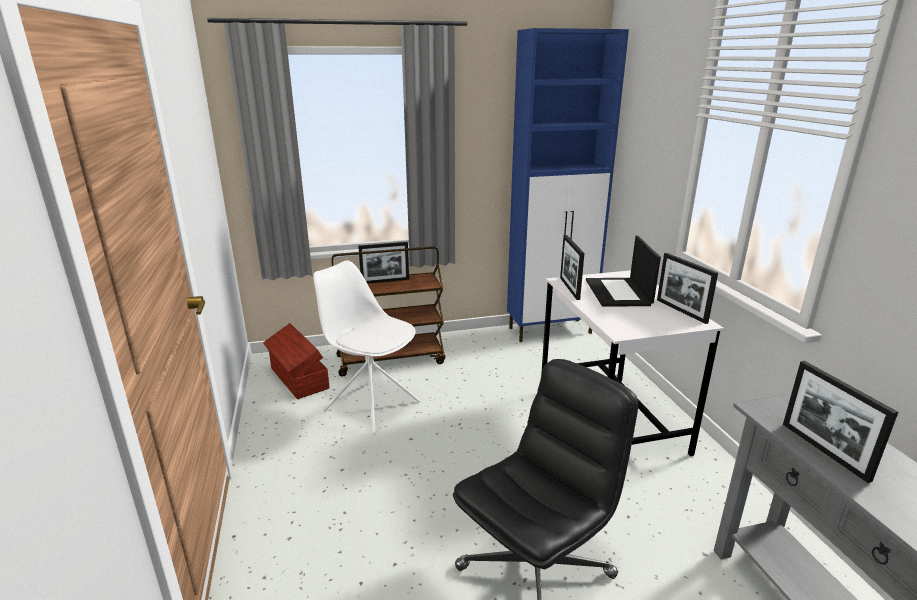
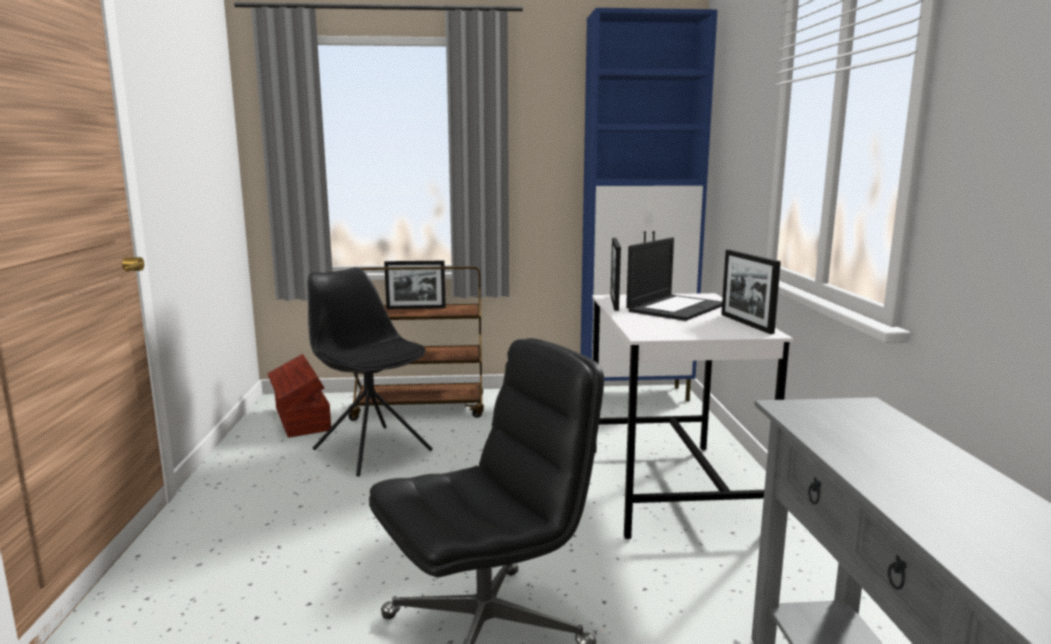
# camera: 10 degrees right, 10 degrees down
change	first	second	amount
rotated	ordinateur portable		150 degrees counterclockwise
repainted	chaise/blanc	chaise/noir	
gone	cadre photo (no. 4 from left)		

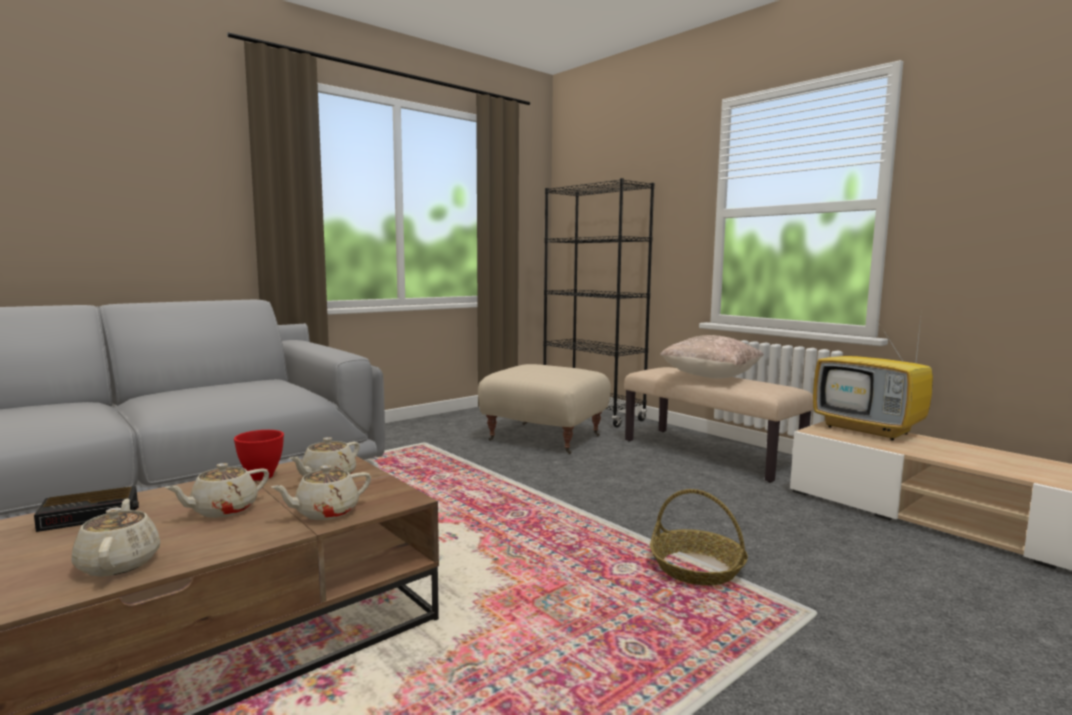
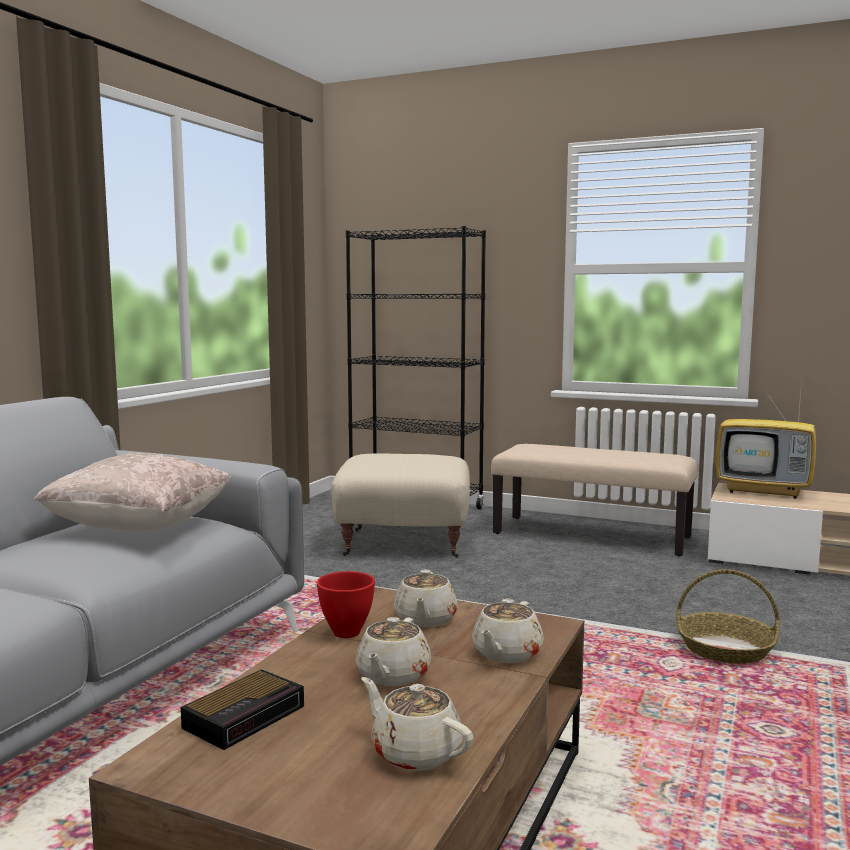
# camera: 25 degrees left, 0 degrees up
change	first	second	amount
shifted	coussin/beige		

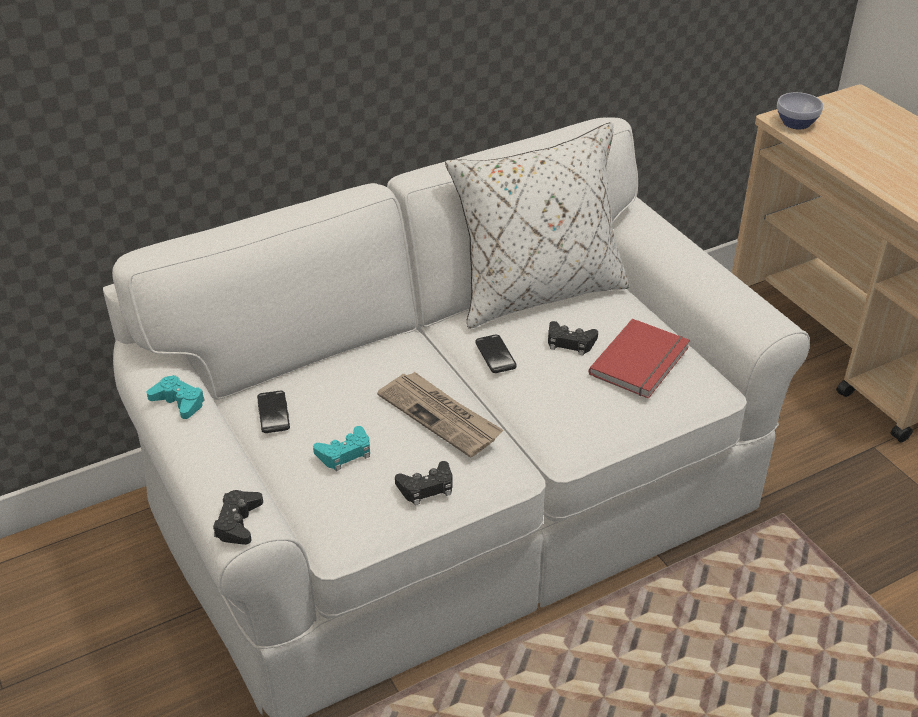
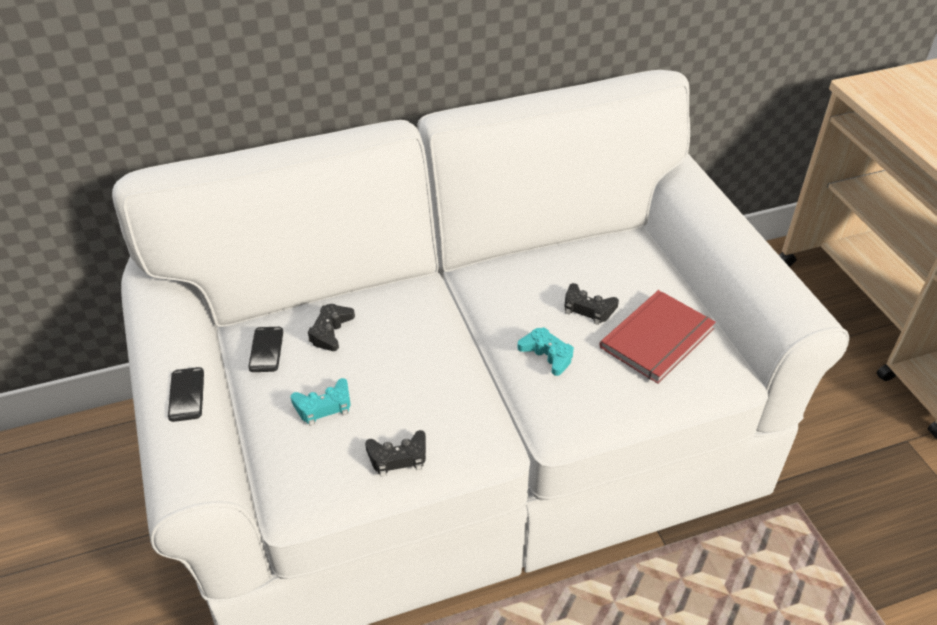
# camera: 10 degrees right, 5 degrees up
change	first	second	amount
gone	bol		
gone	coussin/blanc		
shifted	téléphone (no. 2 from left in the first image)	téléphone (no. 1 from left)	
gone	journal		
shifted	manette/turquoise (no. 1 from left in the first image)	manette/turquoise (no. 2 from left)	
shifted	manette/noir (no. 1 from left)		

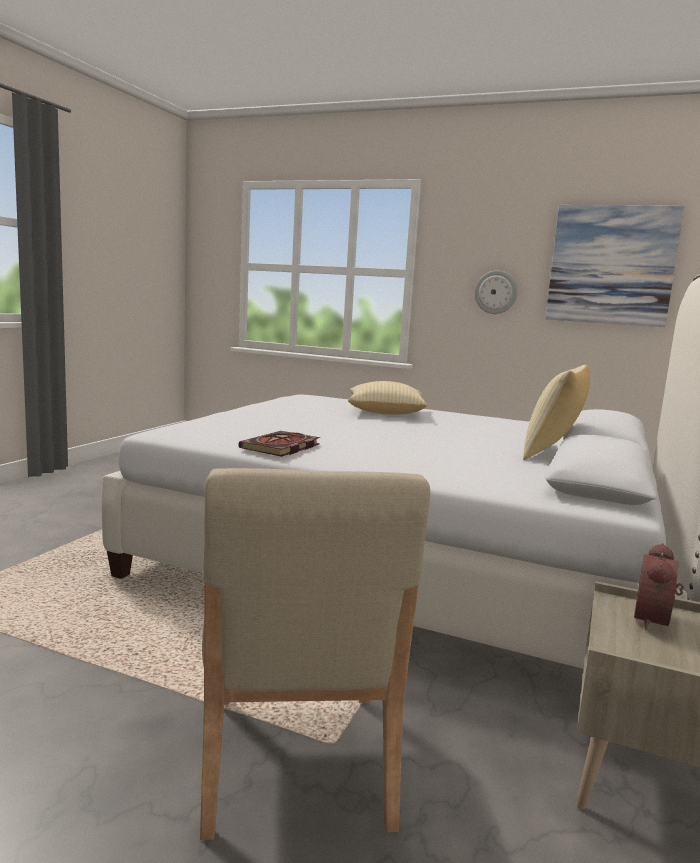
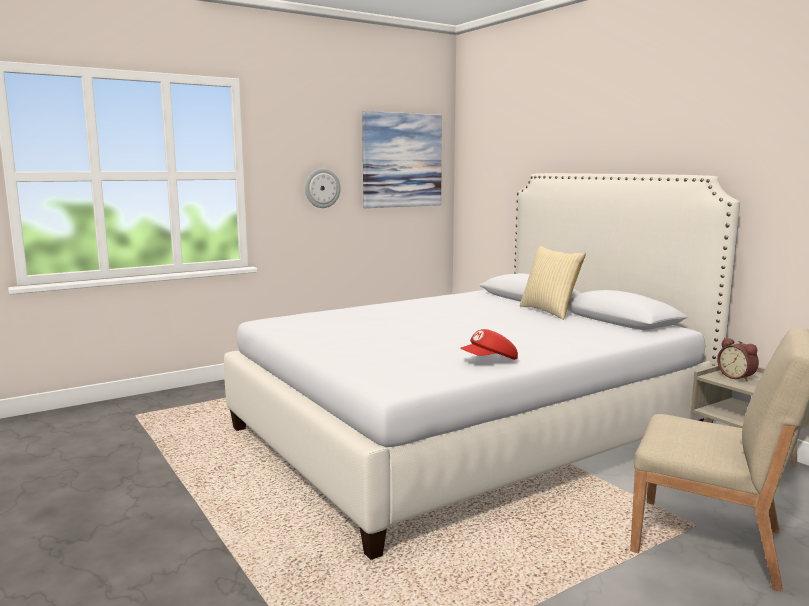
# camera: 55 degrees left, 0 degrees up
change	first	second	amount
gone	coussin (no. 1 from left)		
swapped	livre	casquette/rouge	

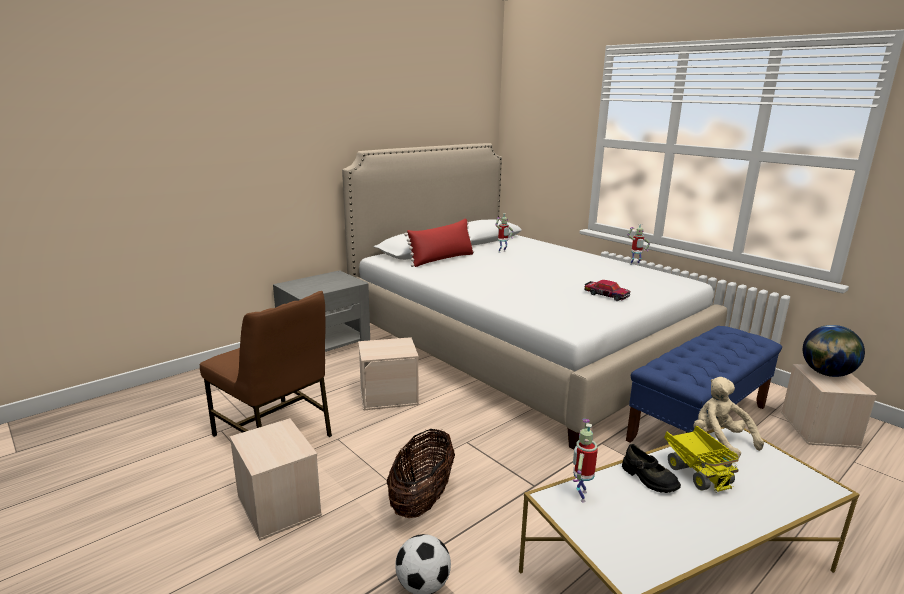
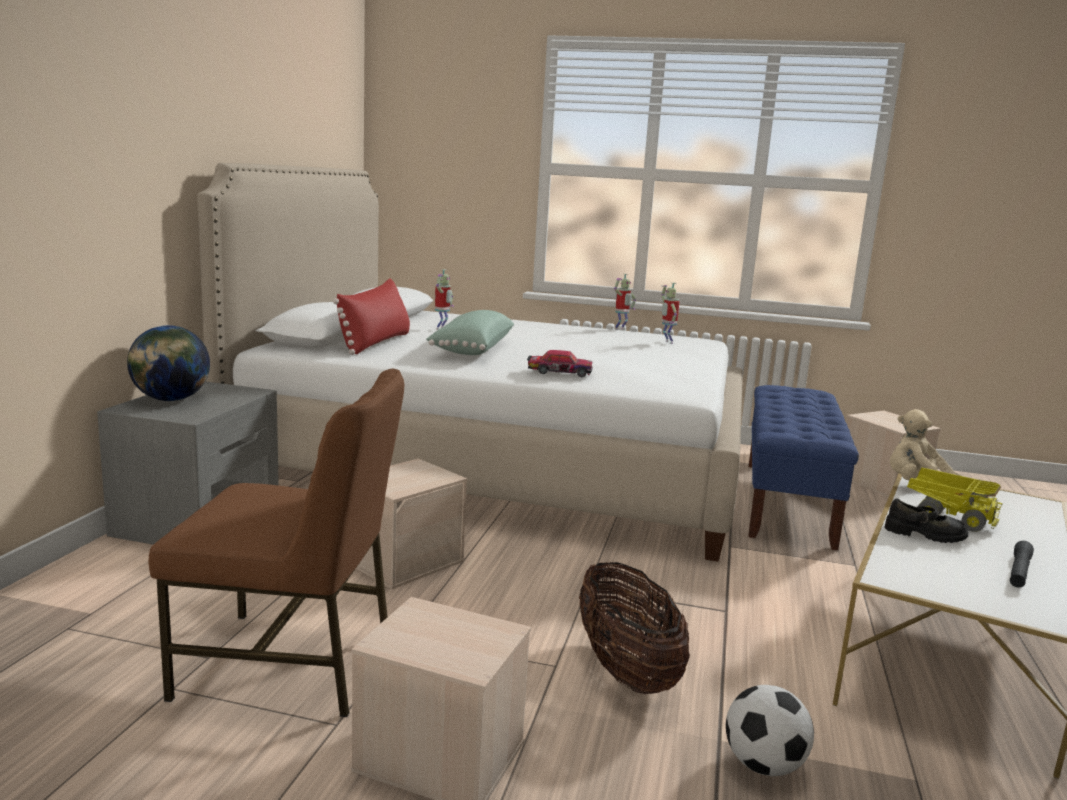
# camera: 35 degrees left, 5 degrees down
change	first	second	amount
shifted	petite voiture		
shifted	globe		
shifted	robot jouet (no. 2 from left in the first image)	robot jouet (no. 3 from left)	
new		coussin/vert	
new		lampe de poche/noir	

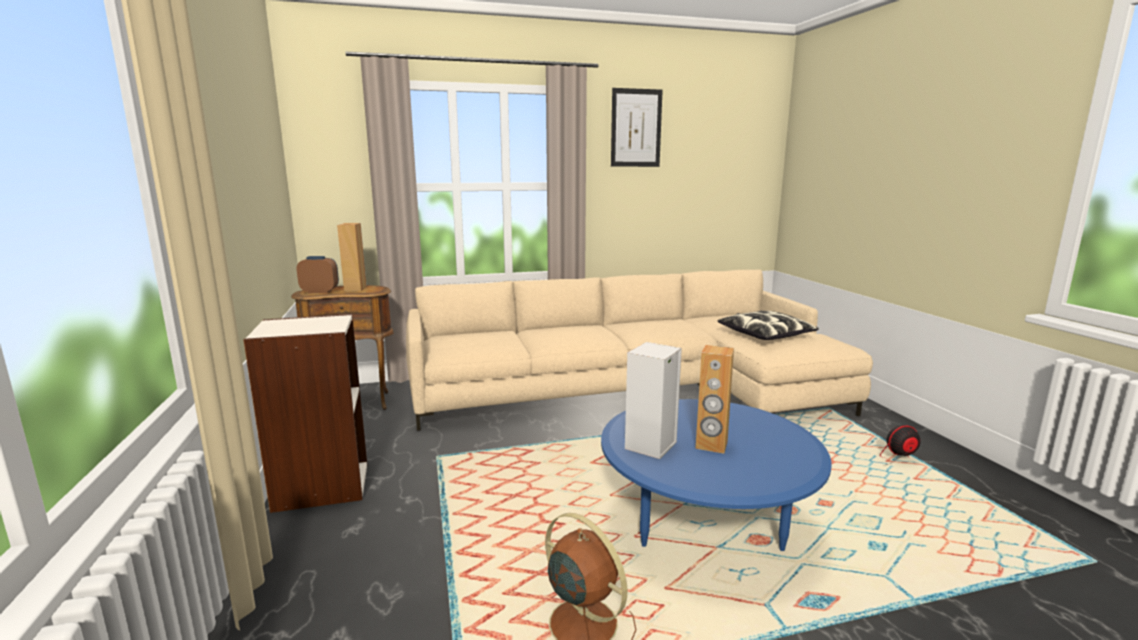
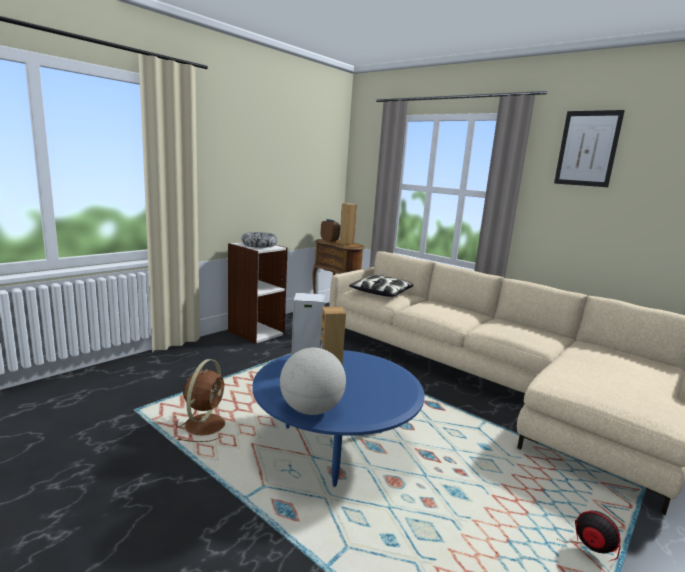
# camera: 55 degrees right, 0 degrees up
change	first	second	amount
shifted	coussin		
new		bol	
new		globe	

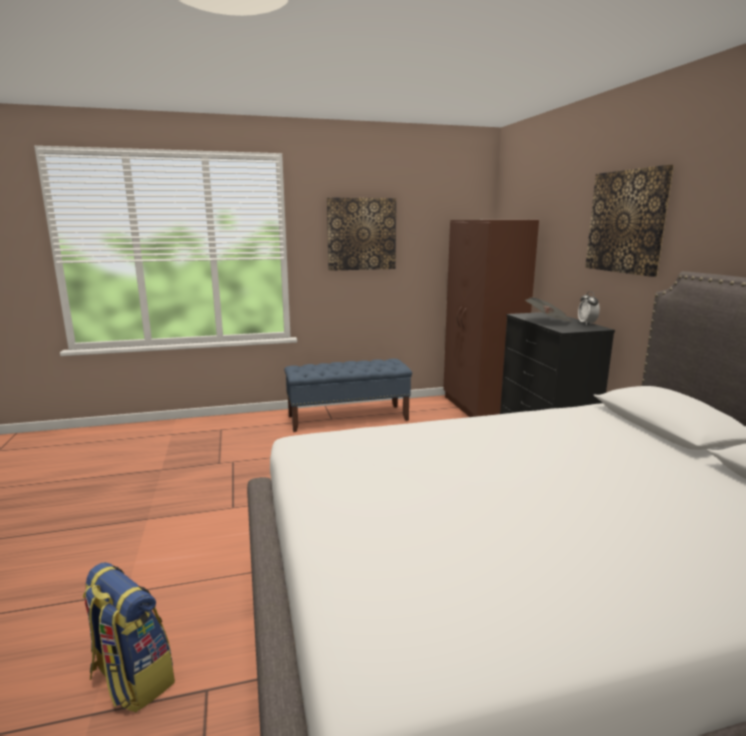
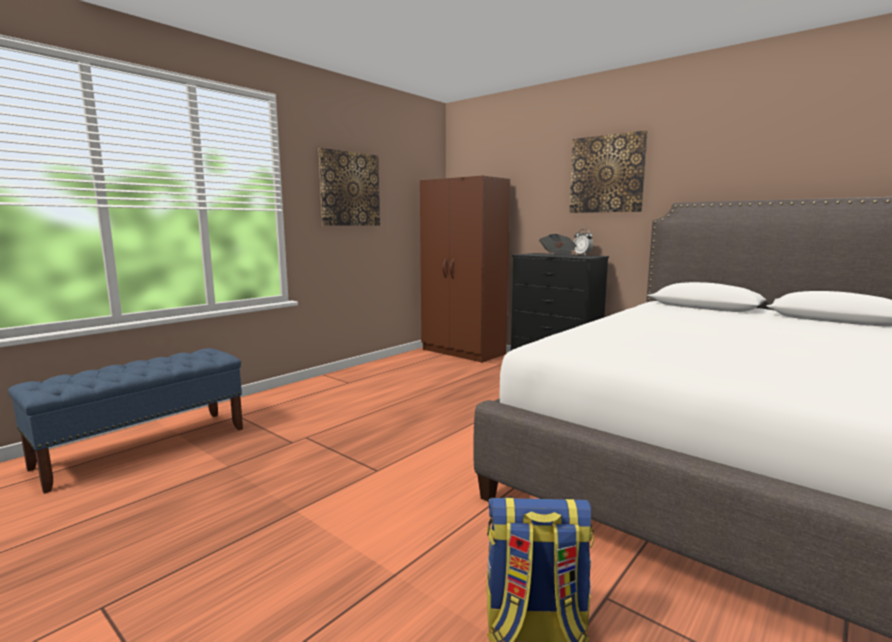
# camera: 35 degrees left, 5 degrees down
change	first	second	amount
shifted	banc/bleu		

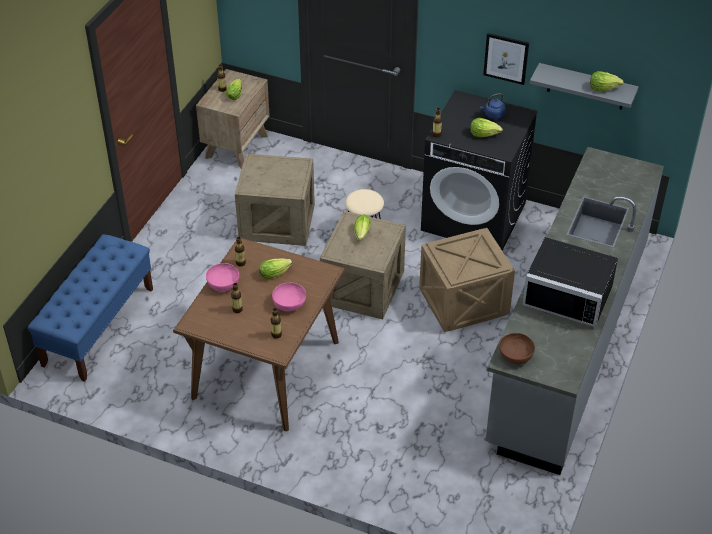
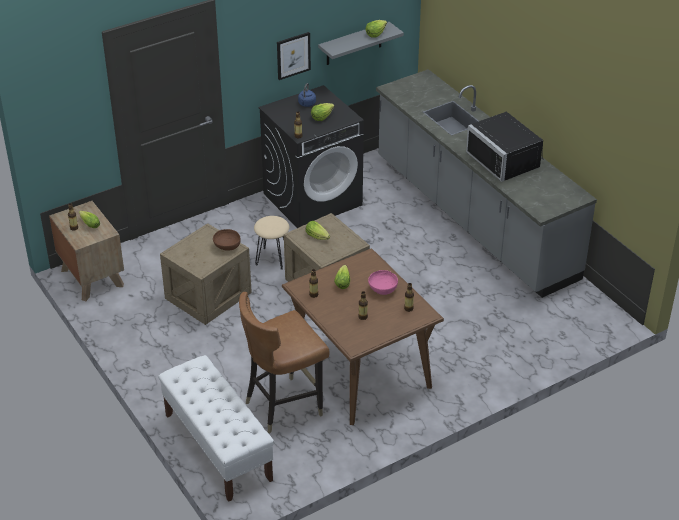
# camera: 55 degrees left, 5 degrees down
change	first	second	amount
gone	caisse (no. 3 from left)		
repainted	banc/bleu	banc/blanc	
rotated	micro-ondes/noir		90 degrees clockwise
gone	bol/rose (no. 1 from left)		
shifted	bol/marron		
new		chaise/marron	

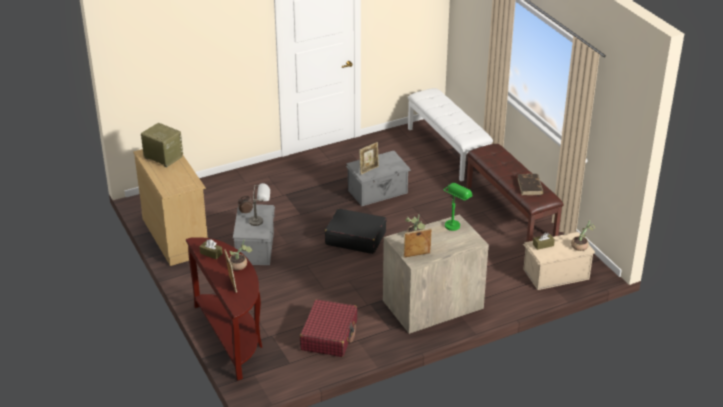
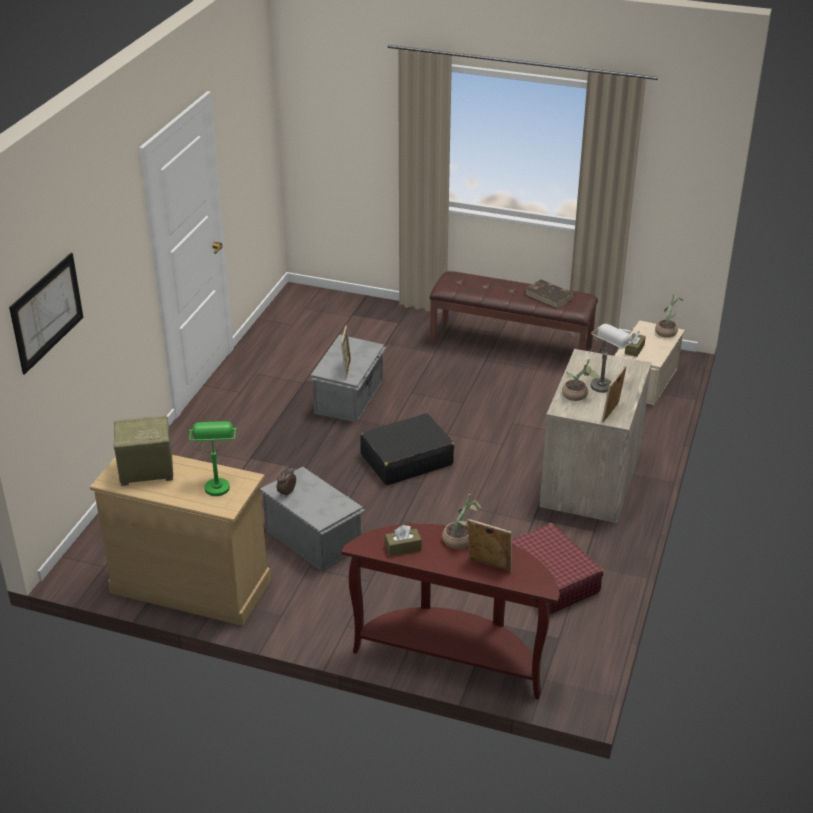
# camera: 45 degrees left, 0 degrees up
change	first	second	amount
gone	banc/blanc		
shifted	lampe de table/gris		
shifted	lampe de table/vert		
new		tableau	

